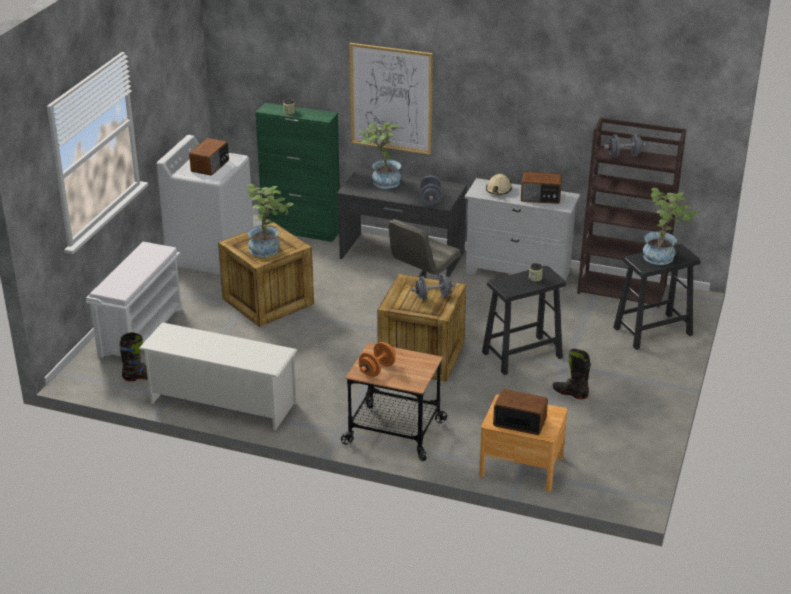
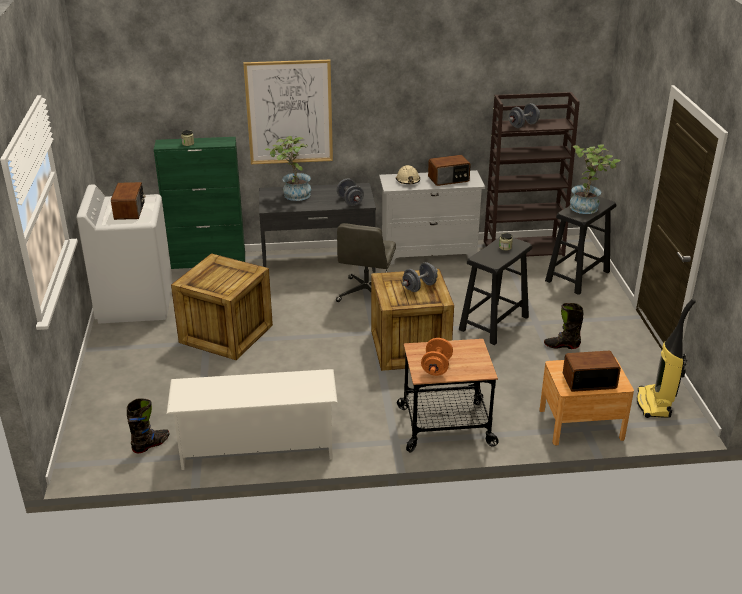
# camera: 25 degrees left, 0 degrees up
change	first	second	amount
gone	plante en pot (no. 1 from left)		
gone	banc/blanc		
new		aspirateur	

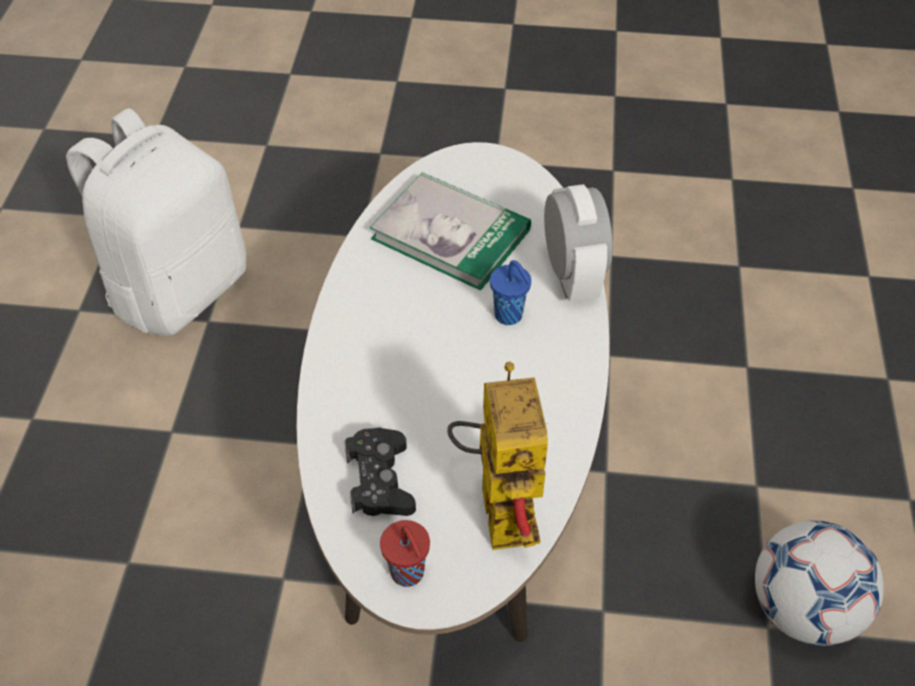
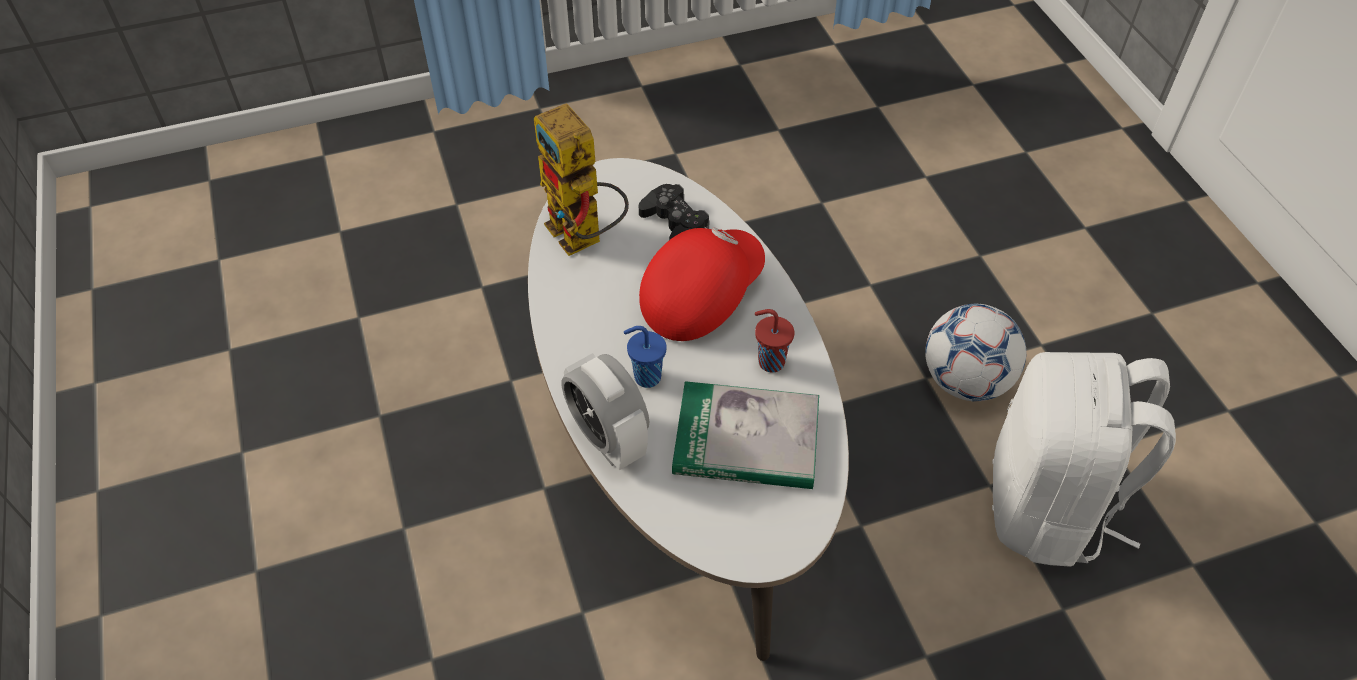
# camera: 155 degrees right, 0 degrees up
change	first	second	amount
shifted	tasse/rouge		
shifted	ballon de foot		
new		casquette/rouge	

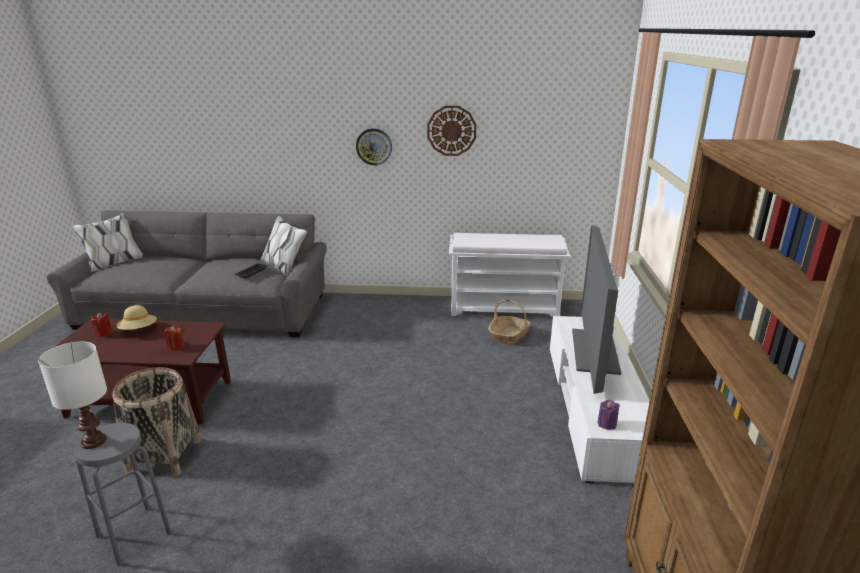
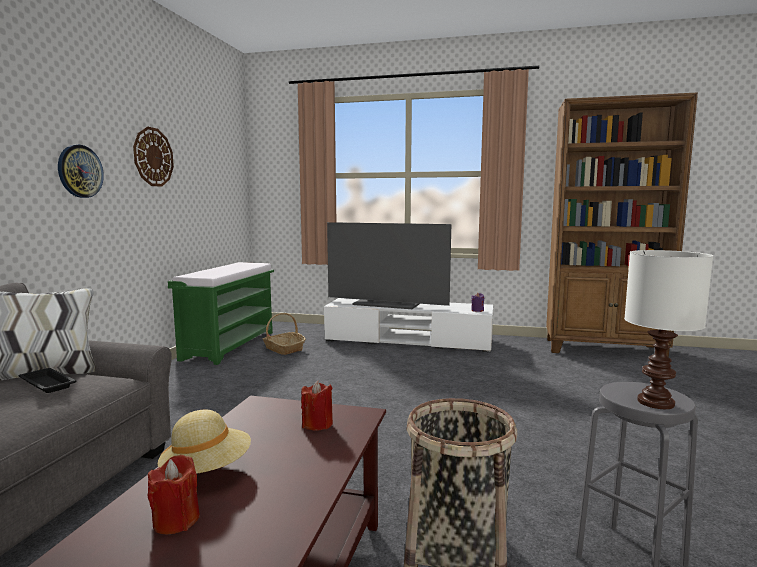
# camera: 80 degrees left, 15 degrees down
change	first	second	amount
repainted	banc/blanc	banc/vert	

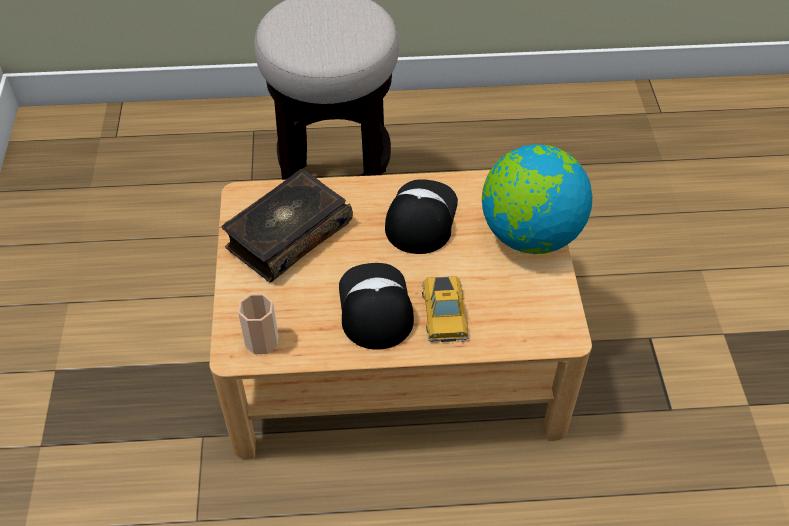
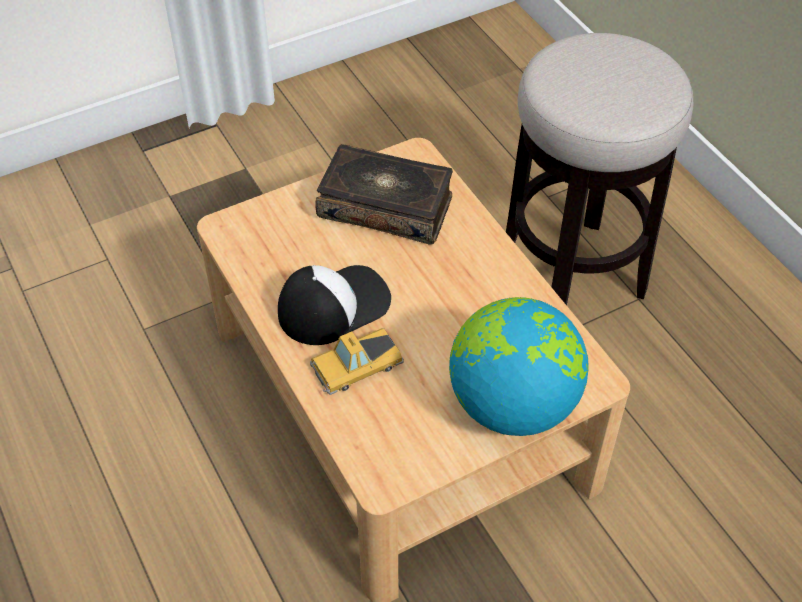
# camera: 65 degrees right, 0 degrees up
change	first	second	amount
gone	casquette (no. 2 from left)		
gone	tasse		

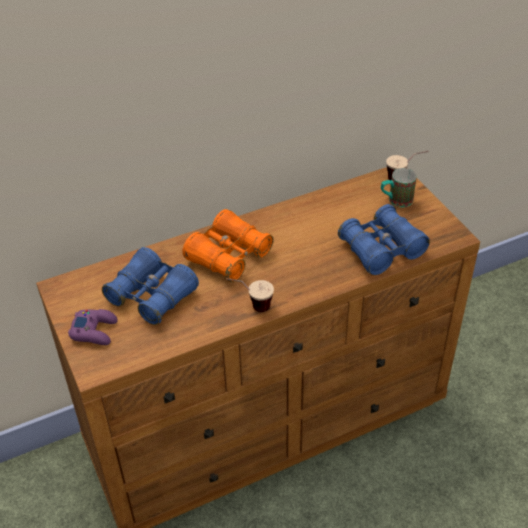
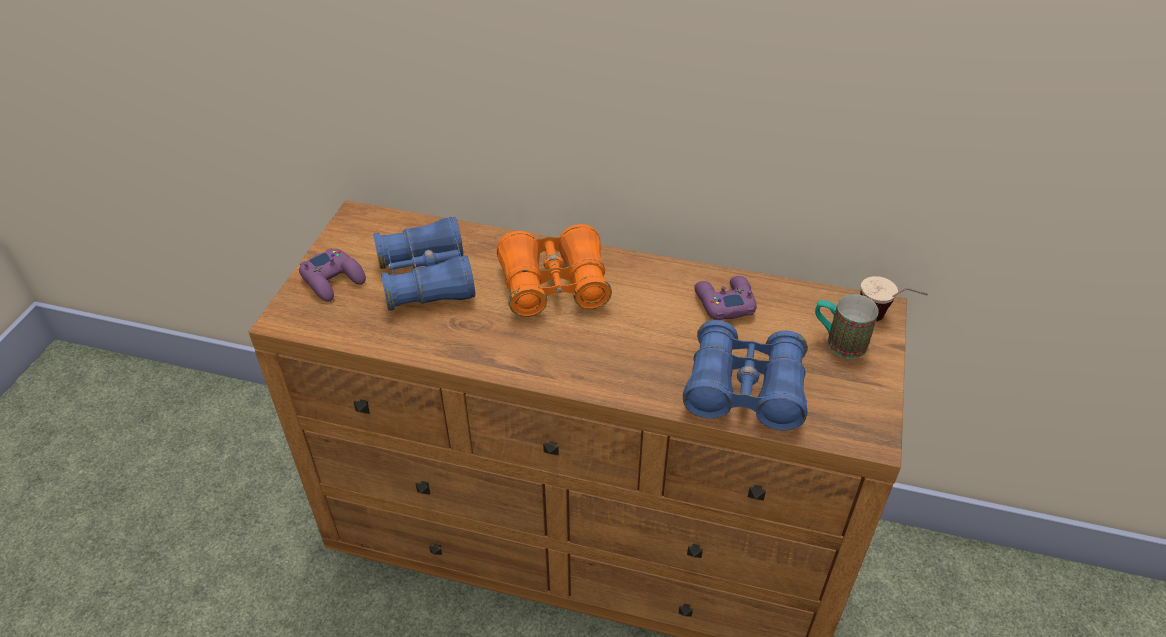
# camera: 40 degrees right, 0 degrees up
change	first	second	amount
gone	tasse (no. 1 from left)		
new		manette/violet (no. 2 from left)	

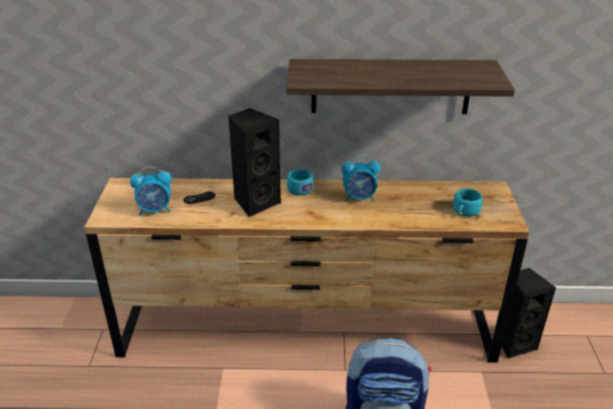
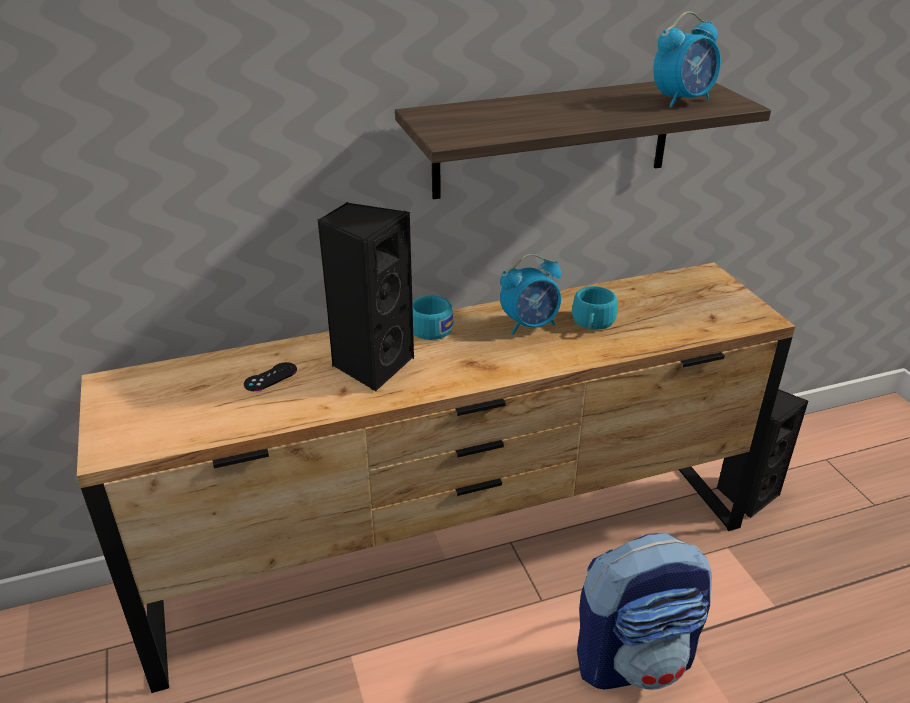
# camera: 20 degrees left, 0 degrees up
change	first	second	amount
shifted	réveil (no. 1 from left in the first image)	réveil (no. 2 from left)	
shifted	tasse/turquoise (no. 2 from left)		

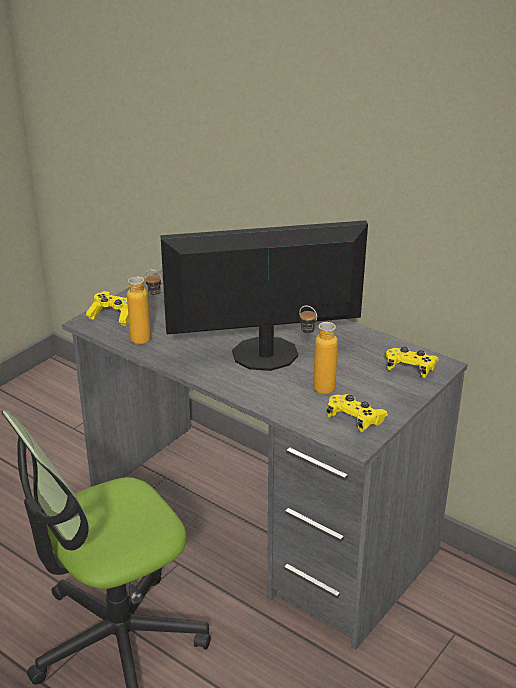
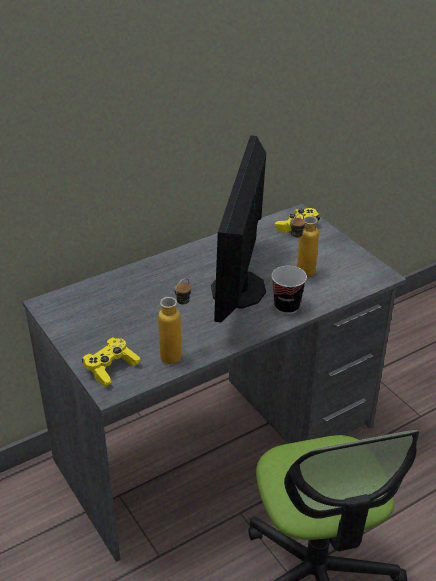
# camera: 70 degrees left, 5 degrees up
change	first	second	amount
gone	manette/jaune (no. 2 from left)		
new		tasse	

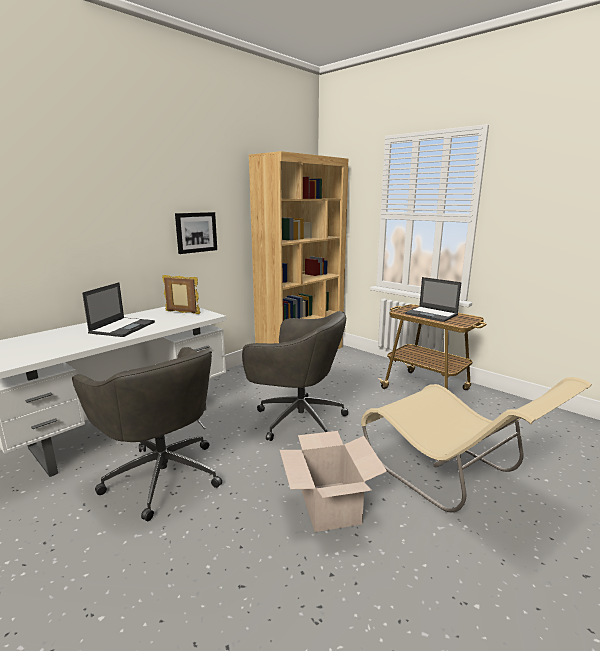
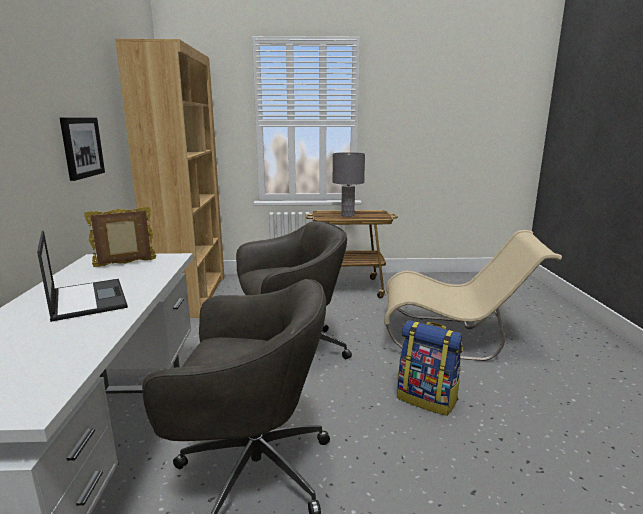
# camera: 45 degrees left, 0 degrees up
change	first	second	amount
swapped	ordinateur portable (no. 2 from left)	lampe de table/gris	
swapped	carton	sac à dos	

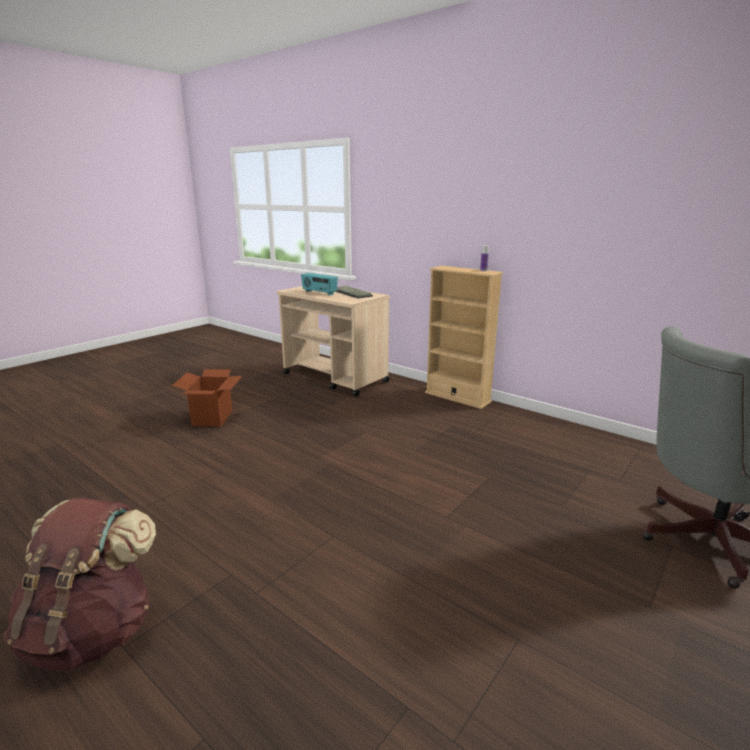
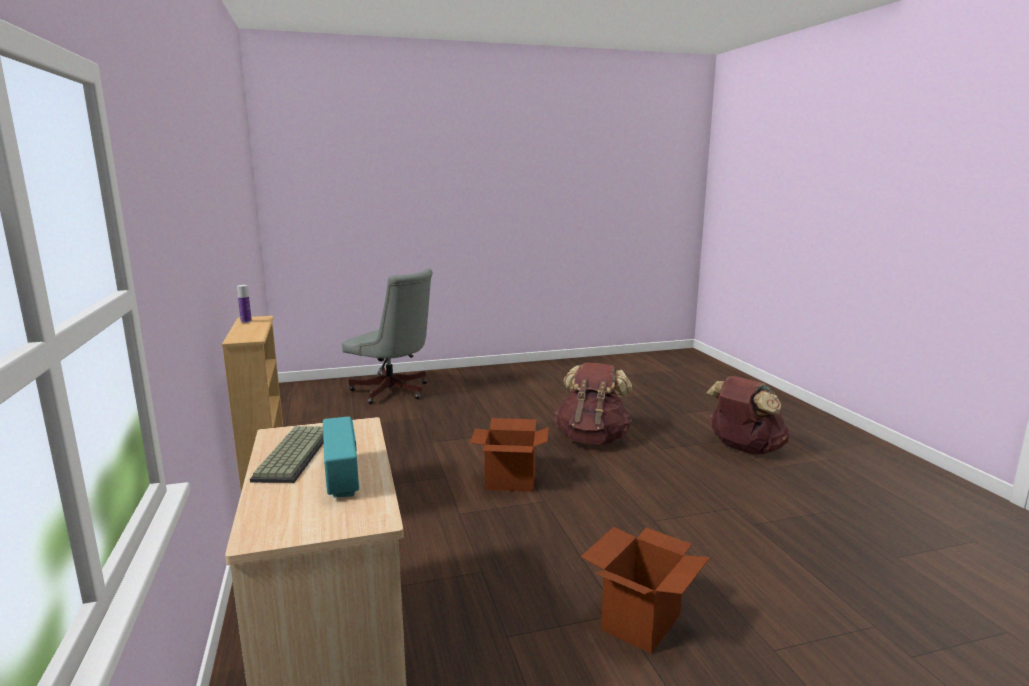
# camera: 145 degrees left, 5 degrees down
change	first	second	amount
new		sac à dos/marron (no. 1 from left)	
new		carton (no. 1 from left)	

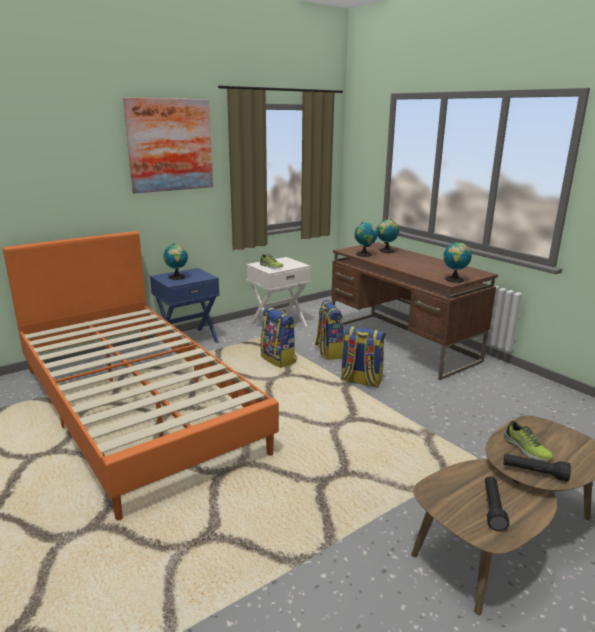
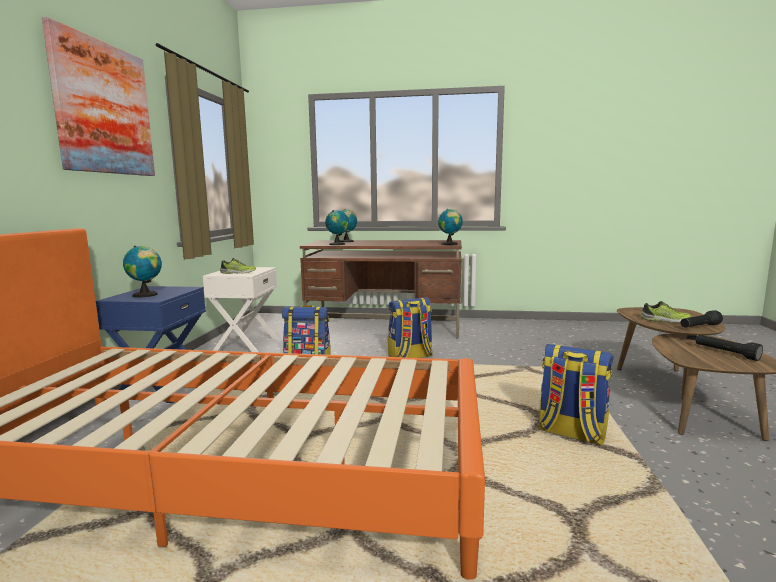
# camera: 45 degrees left, 10 degrees down
change	first	second	amount
shifted	sac à dos (no. 2 from left in the first image)	sac à dos (no. 3 from left)	

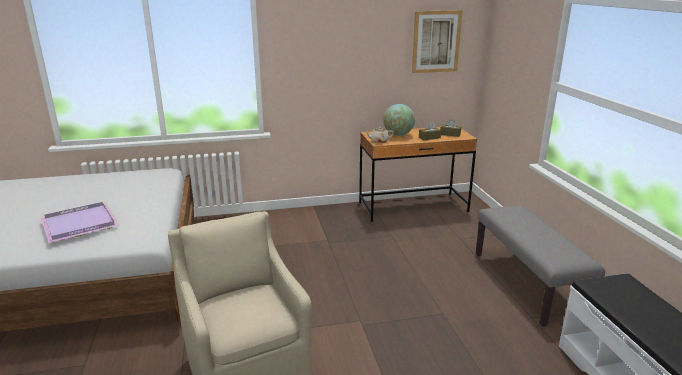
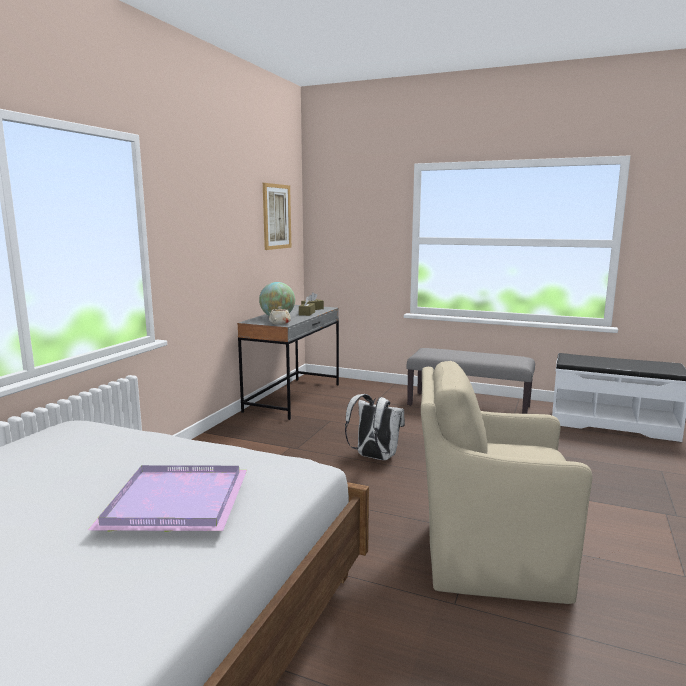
# camera: 55 degrees left, 10 degrees down
change	first	second	amount
repainted	bureau/marron	bureau/gris	
new		sac à dos/blanc	

